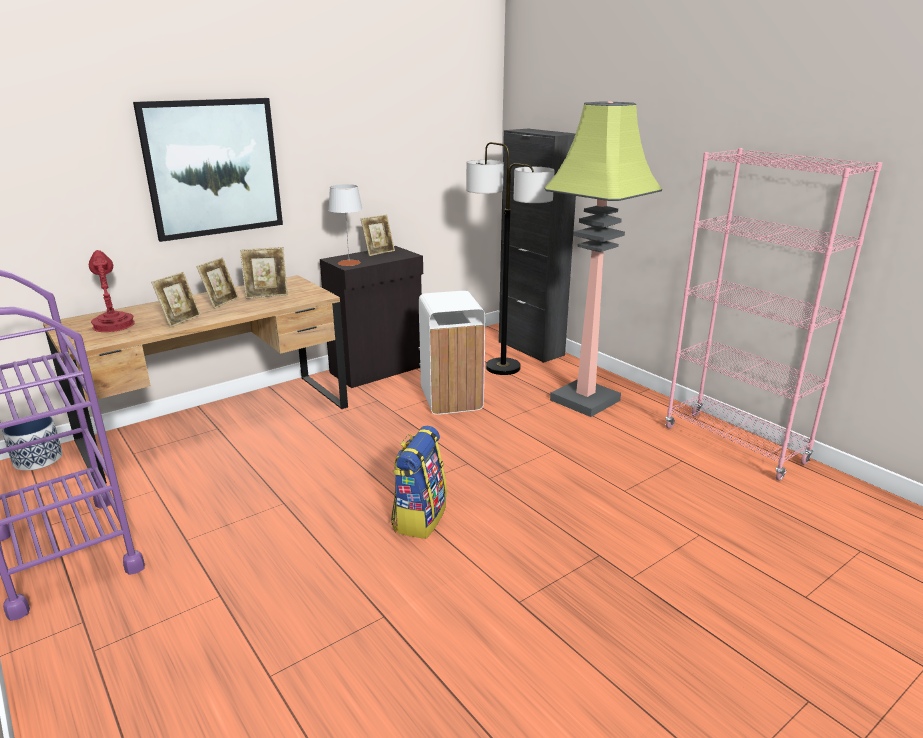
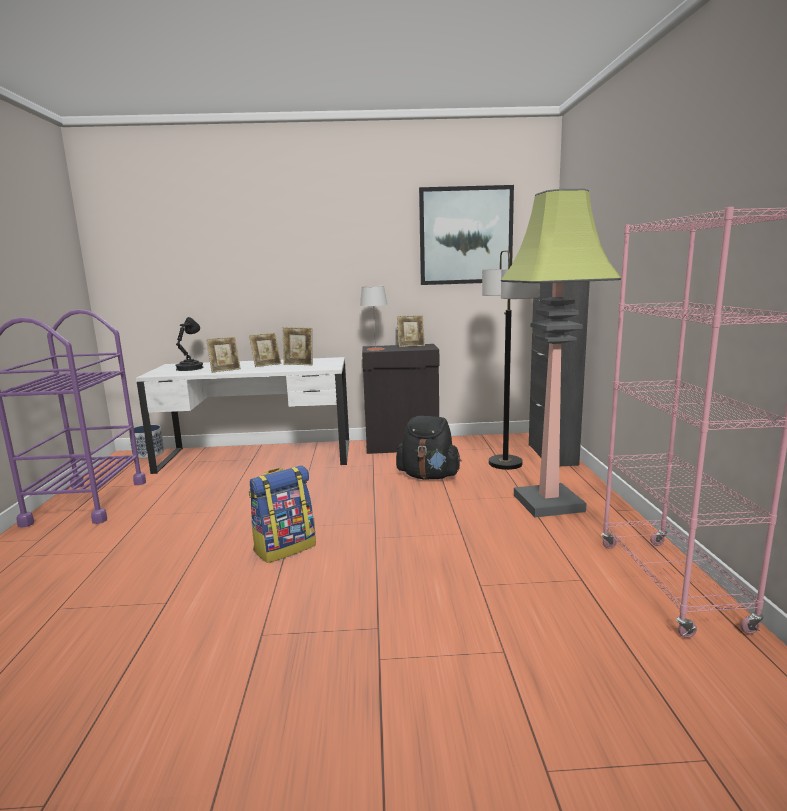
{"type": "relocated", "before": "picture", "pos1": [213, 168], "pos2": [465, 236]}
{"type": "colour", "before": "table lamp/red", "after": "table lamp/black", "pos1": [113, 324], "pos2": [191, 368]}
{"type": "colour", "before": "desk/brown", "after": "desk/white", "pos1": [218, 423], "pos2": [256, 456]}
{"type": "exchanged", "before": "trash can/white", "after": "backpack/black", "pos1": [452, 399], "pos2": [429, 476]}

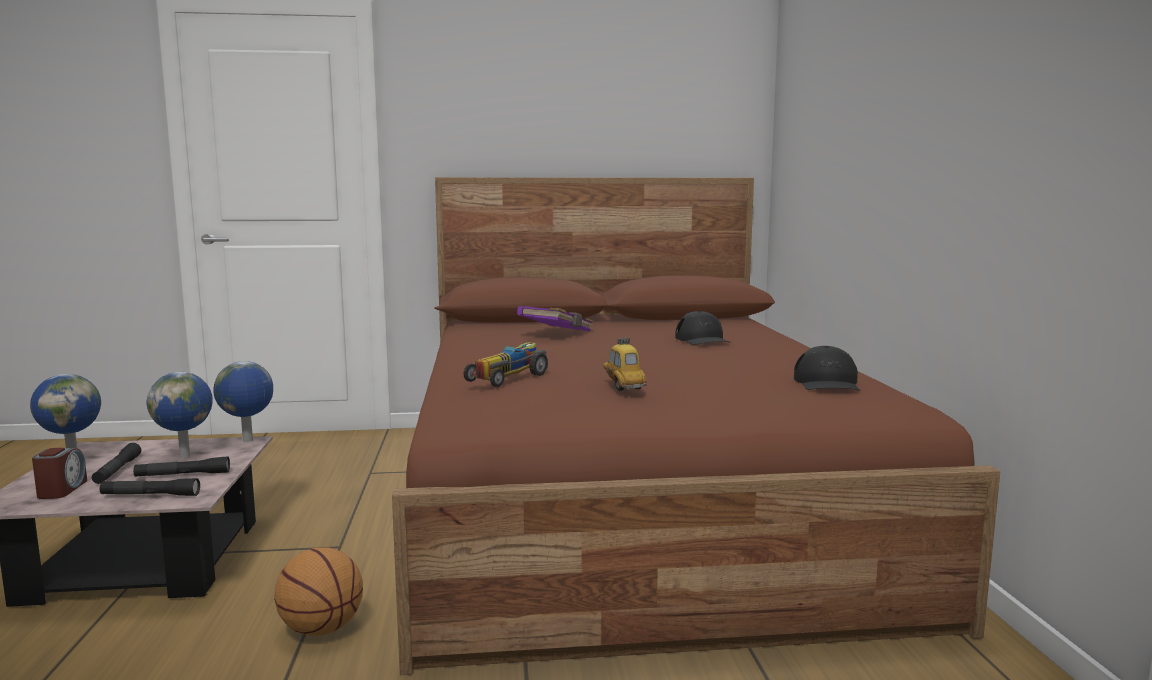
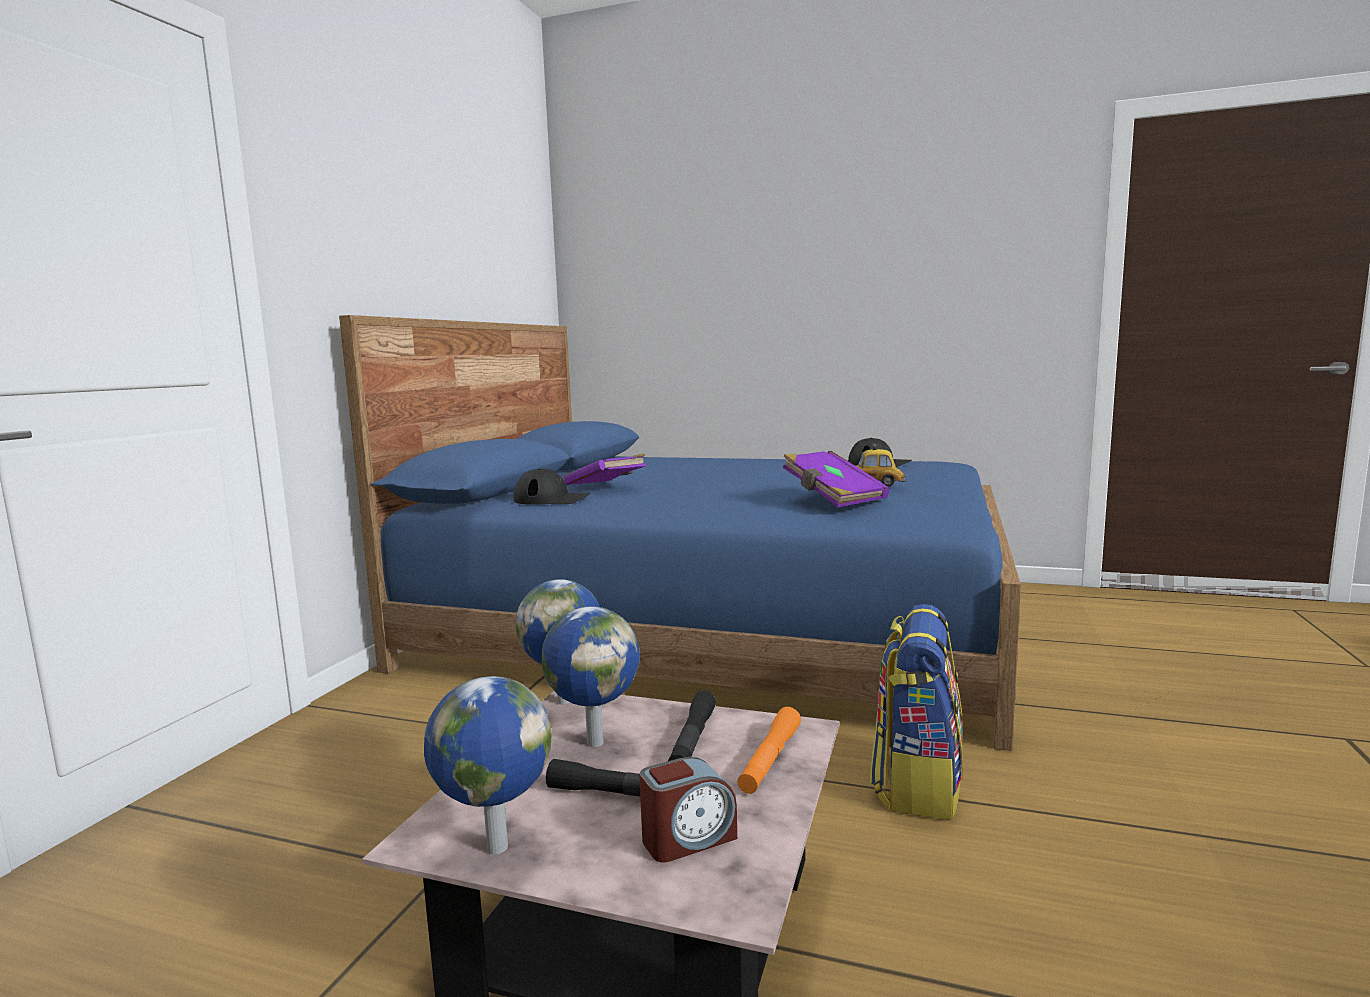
{"type": "colour", "before": "bed/brown", "after": "bed/blue", "pos1": [633, 501], "pos2": [717, 623]}
{"type": "relocated", "before": "cap/black", "pos1": [702, 340], "pos2": [552, 499]}
{"type": "exchanged", "before": "toy car", "after": "book/purple", "pos1": [509, 377], "pos2": [832, 497]}
{"type": "spun", "before": "alarm clock", "pos1": [62, 490], "pos2": [688, 839], "turn": 135}
{"type": "colour", "before": "flashlight/black", "after": "flashlight/orange", "pos1": [150, 495], "pos2": [770, 760]}
{"type": "exchanged", "before": "basketball", "after": "backpack", "pos1": [322, 629], "pos2": [916, 783]}

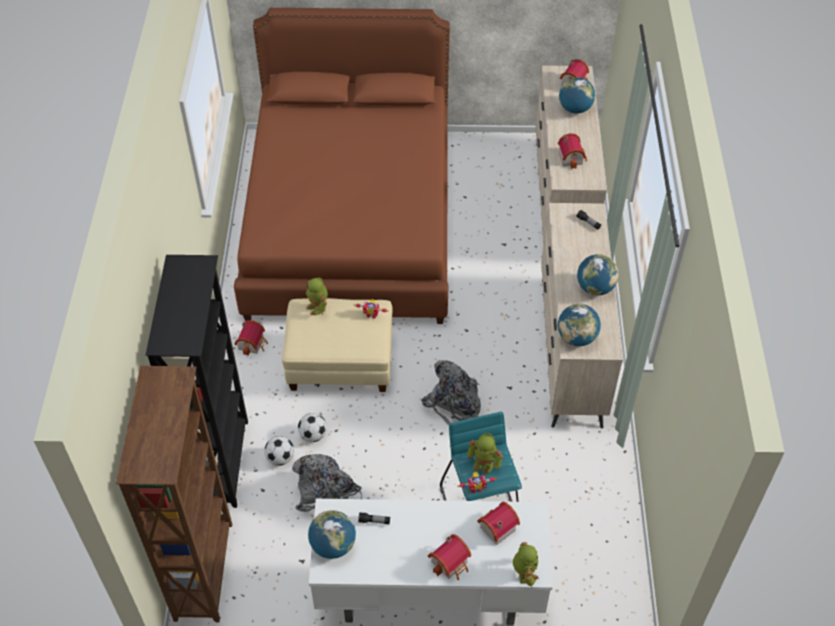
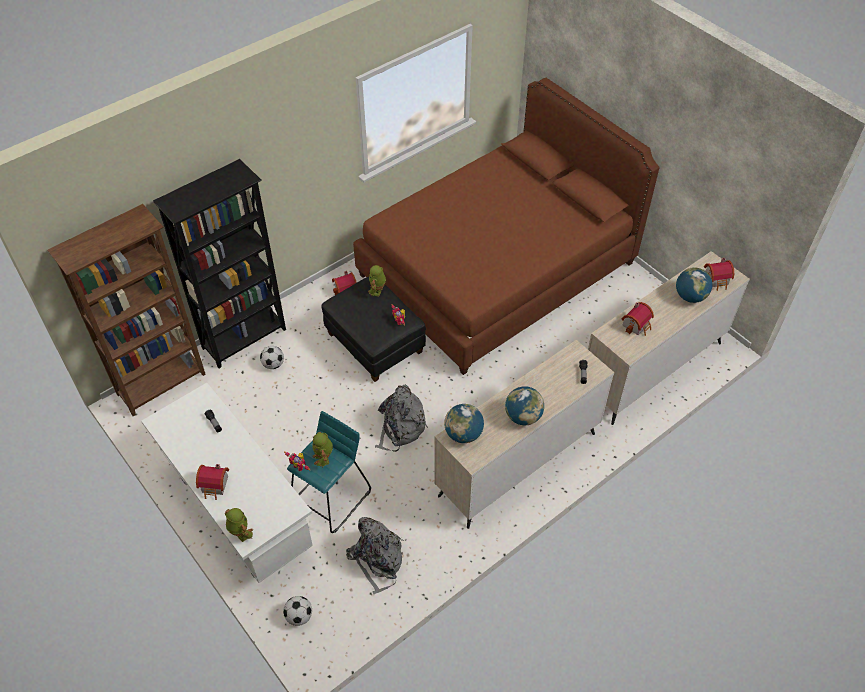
{"type": "colour", "before": "ottoman/beige", "after": "ottoman/black", "pos1": [341, 363], "pos2": [375, 344]}
{"type": "relocated", "before": "football", "pos1": [313, 435], "pos2": [299, 616]}
{"type": "relocated", "before": "backpack/grey", "pos1": [327, 493], "pos2": [377, 560]}
{"type": "missing", "before": "toy house", "pos1": [495, 528]}
{"type": "missing", "before": "globe", "pos1": [333, 545]}
{"type": "spun", "before": "toy robot", "pos1": [524, 573], "pos2": [240, 533], "turn": -90}

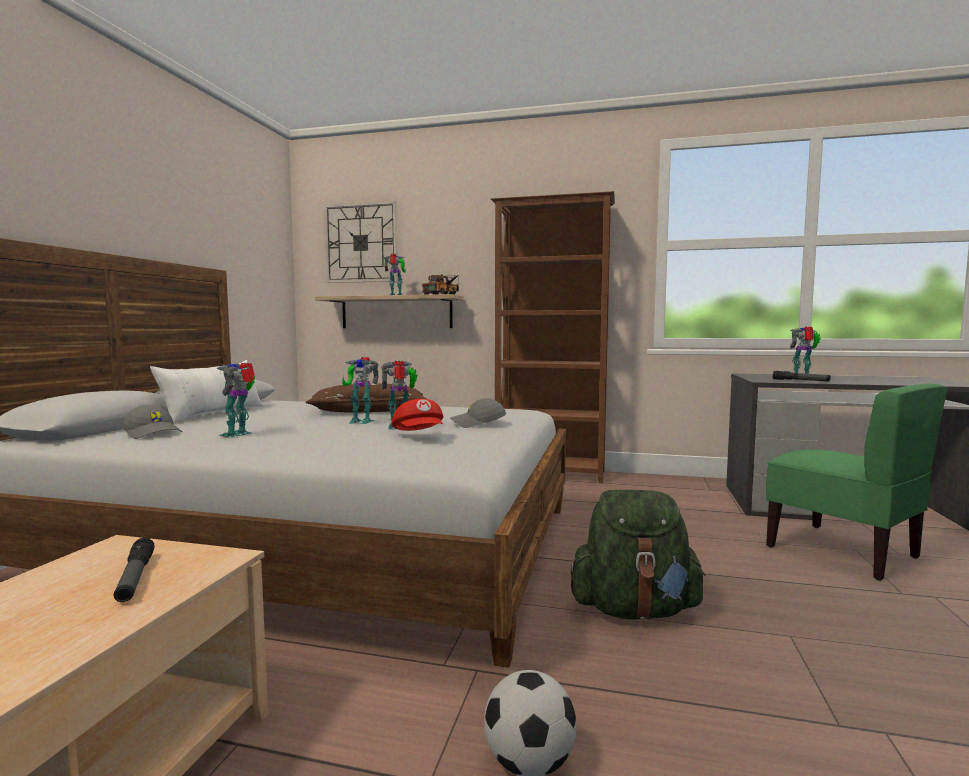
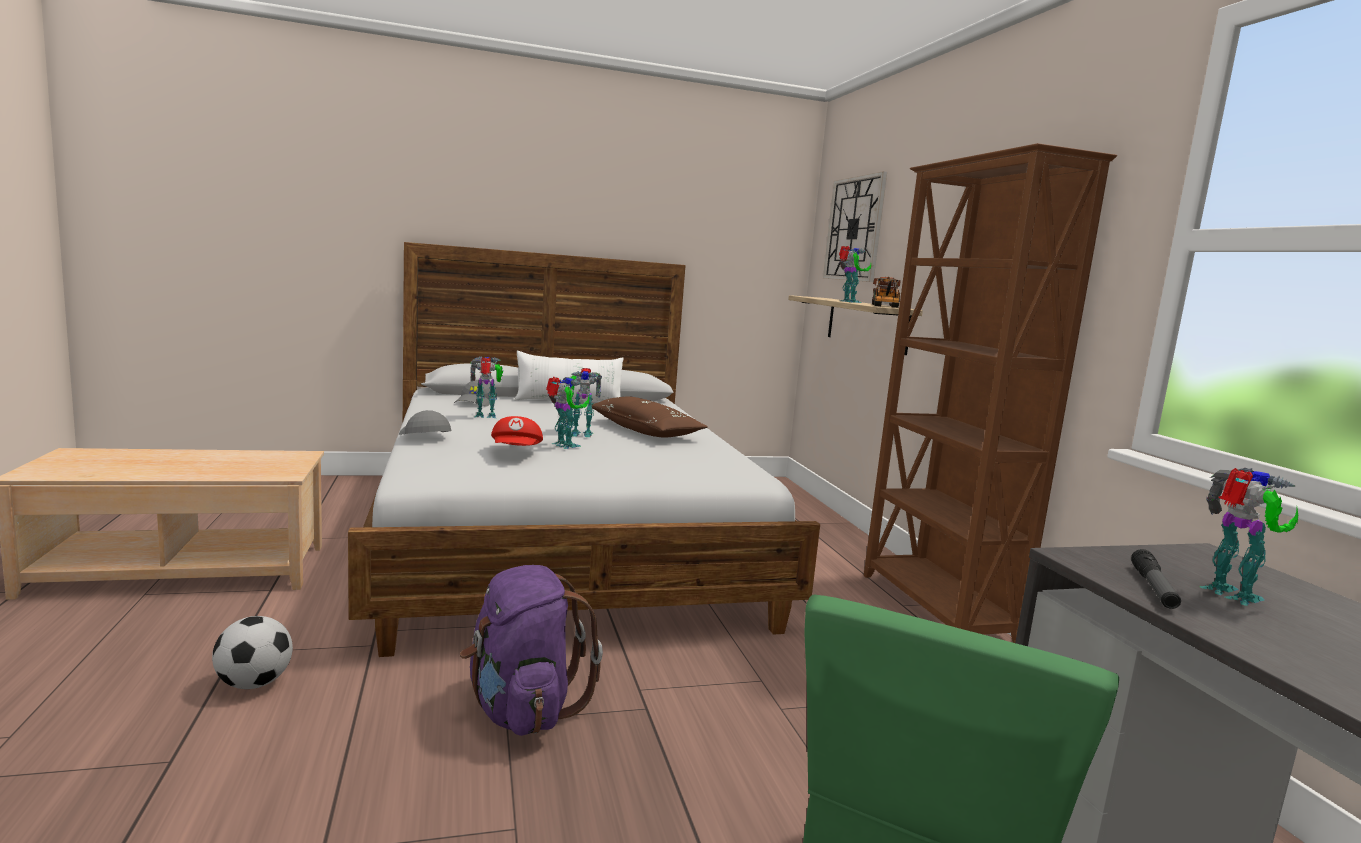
{"type": "spun", "before": "toy robot", "pos1": [360, 421], "pos2": [580, 433], "turn": -75}
{"type": "relocated", "before": "cap/grey", "pos1": [478, 424], "pos2": [424, 436]}
{"type": "spun", "before": "cap/red", "pos1": [420, 435], "pos2": [517, 452], "turn": -45}
{"type": "colour", "before": "backpack/green", "after": "backpack/purple", "pos1": [634, 610], "pos2": [522, 710]}
{"type": "missing", "before": "flashlight", "pos1": [135, 578]}

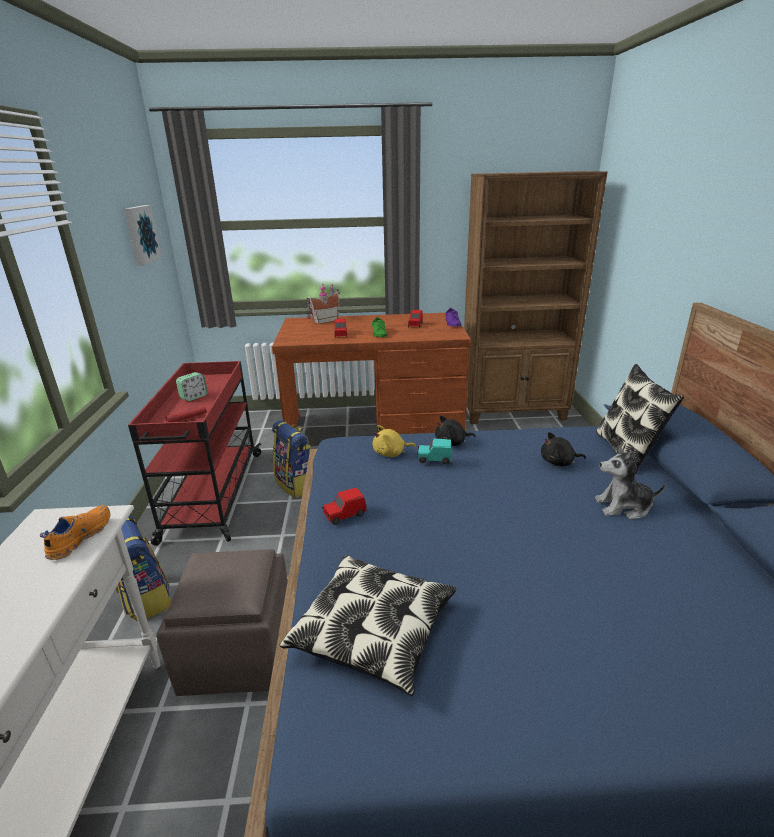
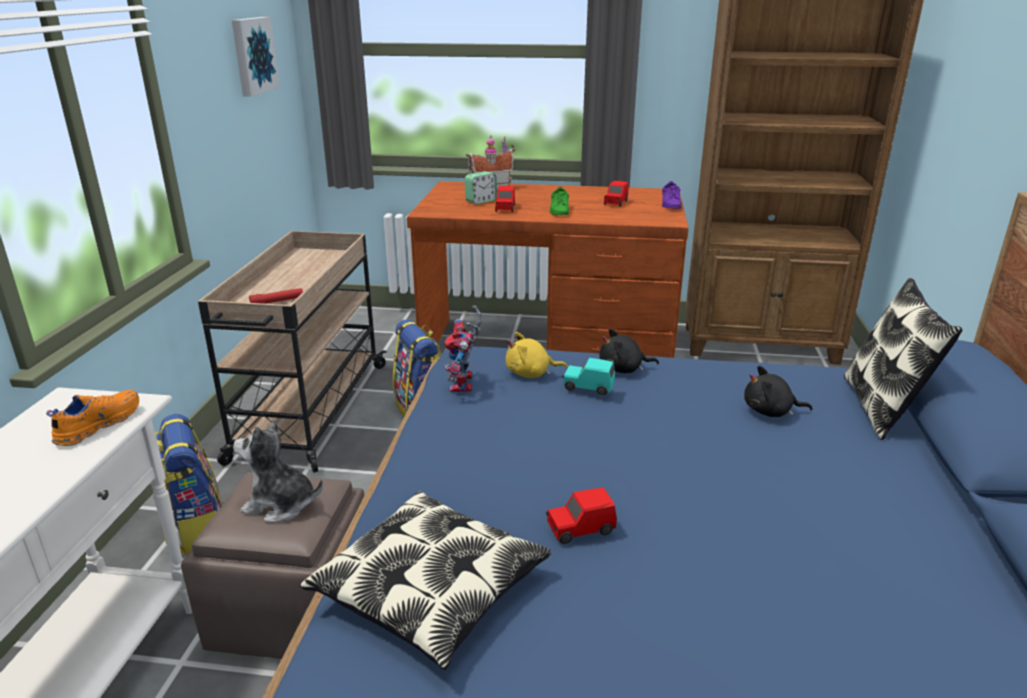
{"type": "colour", "before": "cart/red", "after": "cart/beige", "pos1": [213, 495], "pos2": [310, 412]}
{"type": "relocated", "before": "alarm clock", "pos1": [194, 397], "pos2": [481, 201]}
{"type": "relocated", "before": "plush toy", "pos1": [623, 507], "pos2": [280, 505]}
{"type": "relocated", "before": "toy car/red", "pos1": [344, 515], "pos2": [580, 529]}
{"type": "appeared", "after": "toy robot", "pos2": [464, 385]}

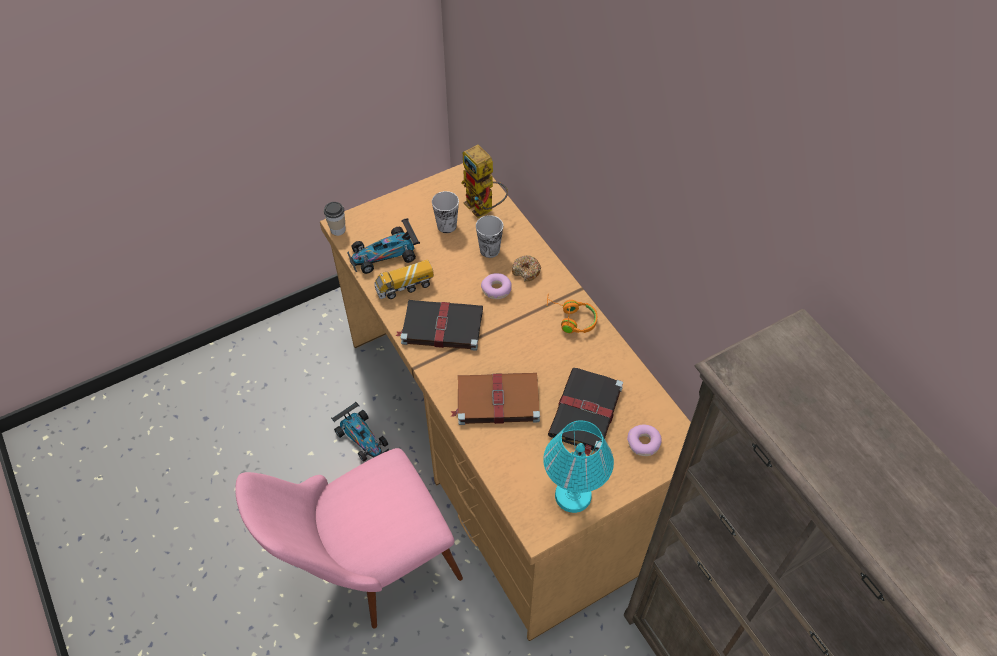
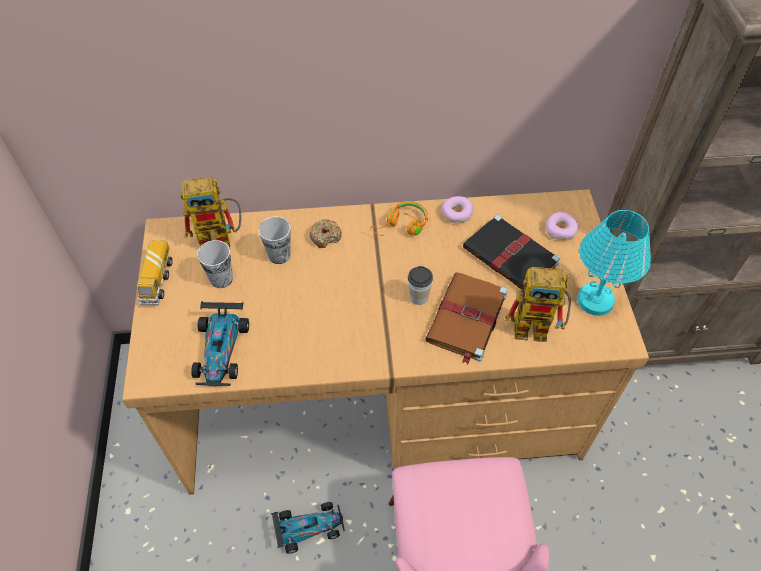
{"type": "relocated", "before": "cup", "pos1": [338, 229], "pos2": [418, 297]}
{"type": "relocated", "before": "toy truck", "pos1": [405, 287], "pos2": [157, 281]}
{"type": "relocated", "before": "donut", "pos1": [496, 289], "pos2": [457, 213]}
{"type": "missing", "before": "book/black", "pos1": [440, 326]}
{"type": "appeared", "after": "toy robot", "pos2": [538, 328]}

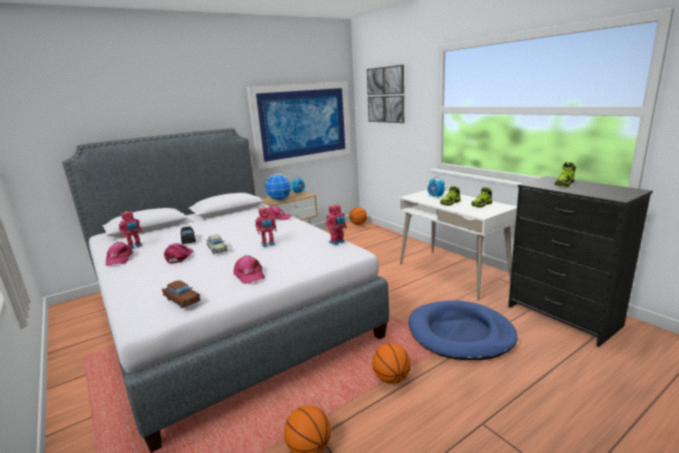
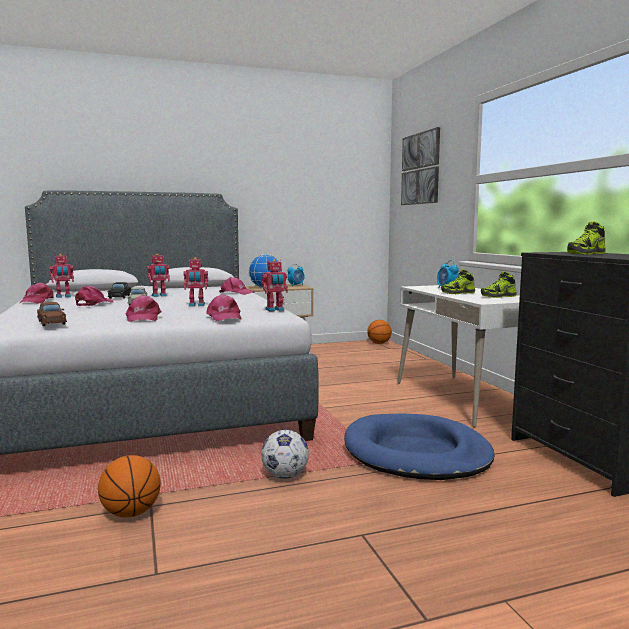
{"type": "missing", "before": "picture", "pos1": [302, 123]}
{"type": "exchanged", "before": "basketball", "after": "football", "pos1": [391, 378], "pos2": [285, 476]}
{"type": "appeared", "after": "toy robot", "pos2": [159, 296]}
{"type": "appeared", "after": "cap/pink", "pos2": [224, 317]}

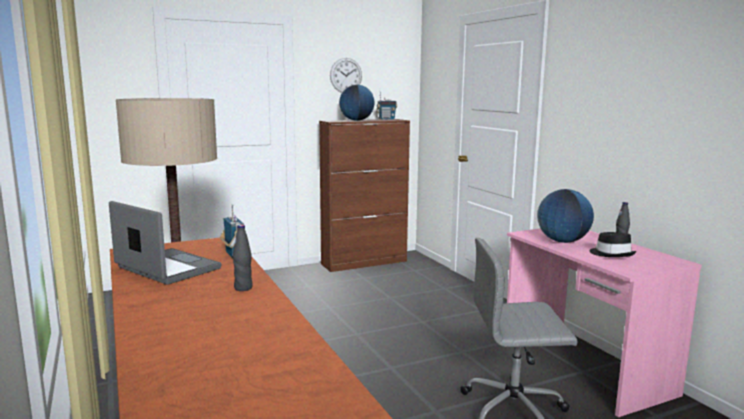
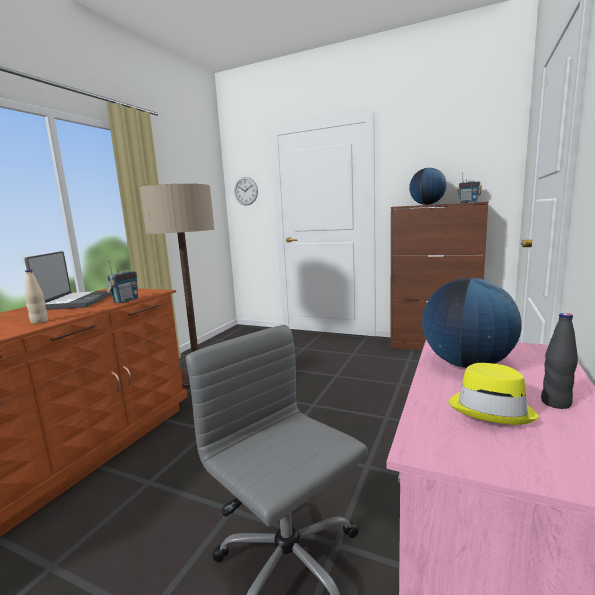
{"type": "relocated", "before": "wall clock", "pos1": [346, 75], "pos2": [246, 191]}
{"type": "colour", "before": "bottle/black", "after": "bottle/beige", "pos1": [243, 288], "pos2": [39, 321]}
{"type": "colour", "before": "hat/black", "after": "hat/yellow", "pos1": [612, 254], "pos2": [491, 408]}

